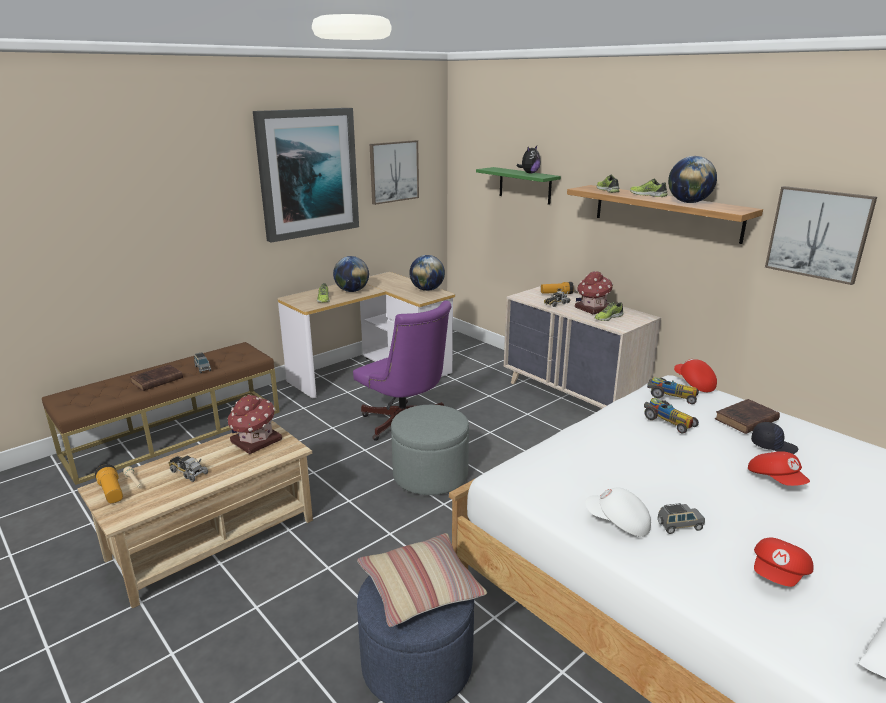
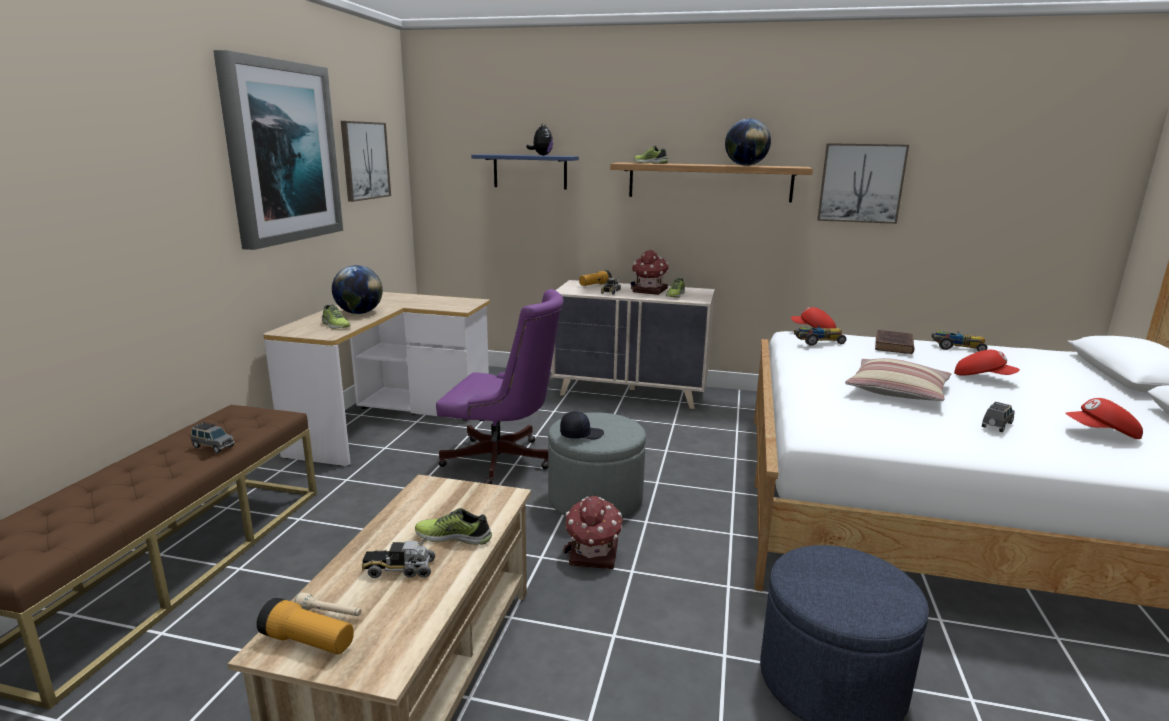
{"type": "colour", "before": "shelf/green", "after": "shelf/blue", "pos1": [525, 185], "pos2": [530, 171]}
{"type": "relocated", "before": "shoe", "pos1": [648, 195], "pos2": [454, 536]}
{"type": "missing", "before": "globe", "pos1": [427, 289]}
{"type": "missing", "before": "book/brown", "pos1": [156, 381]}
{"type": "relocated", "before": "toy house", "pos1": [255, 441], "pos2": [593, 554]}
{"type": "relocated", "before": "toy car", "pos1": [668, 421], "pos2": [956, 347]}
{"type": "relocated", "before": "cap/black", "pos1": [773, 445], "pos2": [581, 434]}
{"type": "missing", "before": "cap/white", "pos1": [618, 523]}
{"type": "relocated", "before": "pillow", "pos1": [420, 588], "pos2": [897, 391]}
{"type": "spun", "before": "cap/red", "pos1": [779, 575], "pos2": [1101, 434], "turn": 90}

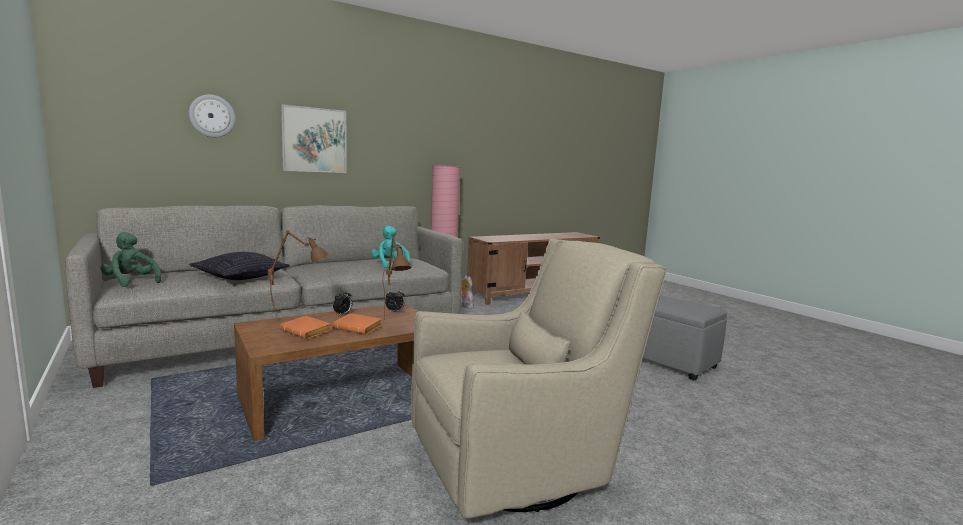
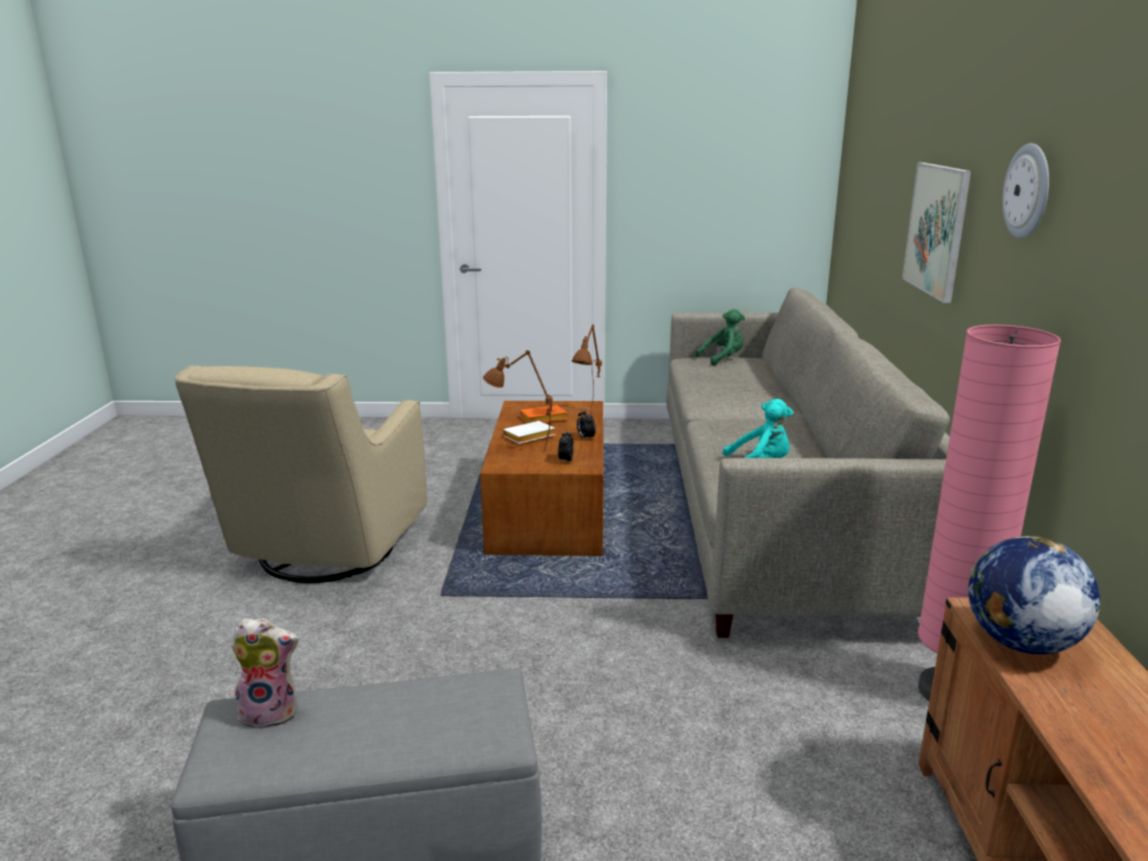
{"type": "relocated", "before": "wall clock", "pos1": [212, 116], "pos2": [1028, 191]}
{"type": "missing", "before": "pillow", "pos1": [241, 277]}
{"type": "relocated", "before": "plush toy", "pos1": [465, 306], "pos2": [272, 712]}
{"type": "colour", "before": "book/orange", "after": "book/white", "pos1": [359, 328], "pos2": [528, 437]}
{"type": "appeared", "after": "globe", "pos2": [1020, 643]}

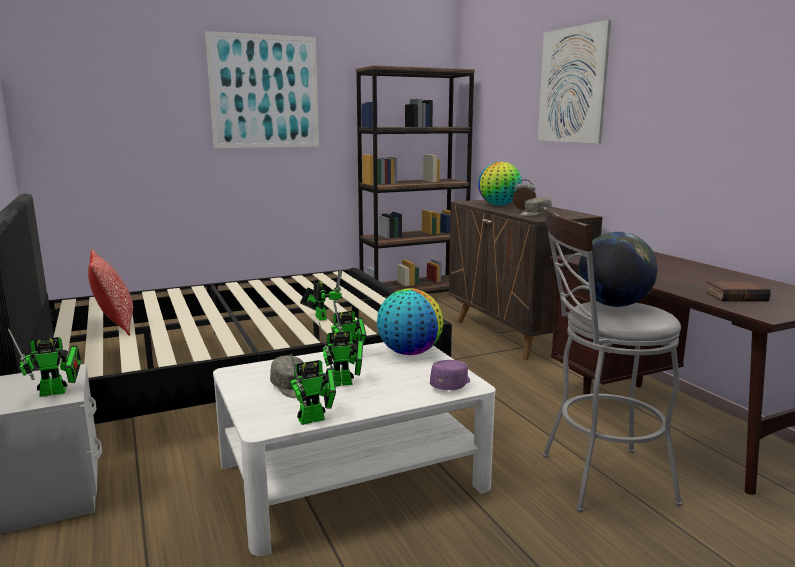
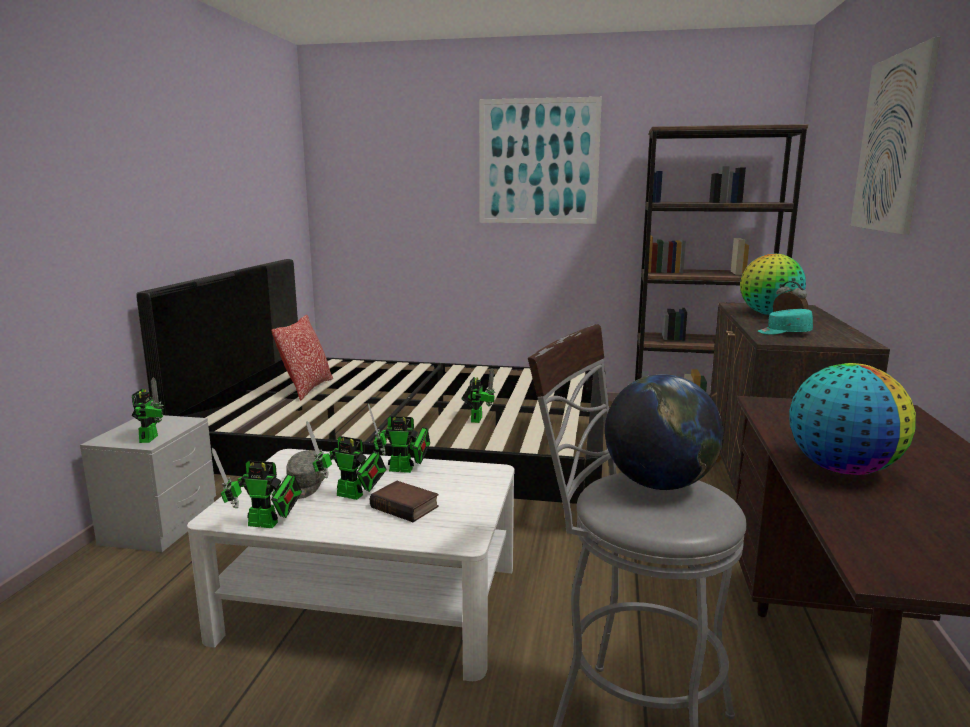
{"type": "colour", "before": "cap/grey", "after": "cap/turquoise", "pos1": [535, 214], "pos2": [784, 333]}
{"type": "relocated", "before": "book", "pos1": [736, 296], "pos2": [406, 506]}
{"type": "relocated", "before": "globe", "pos1": [409, 352], "pos2": [842, 470]}
{"type": "spun", "before": "toy robot", "pos1": [57, 392], "pos2": [150, 437], "turn": -105}
{"type": "missing", "before": "cap/purple", "pos1": [451, 384]}

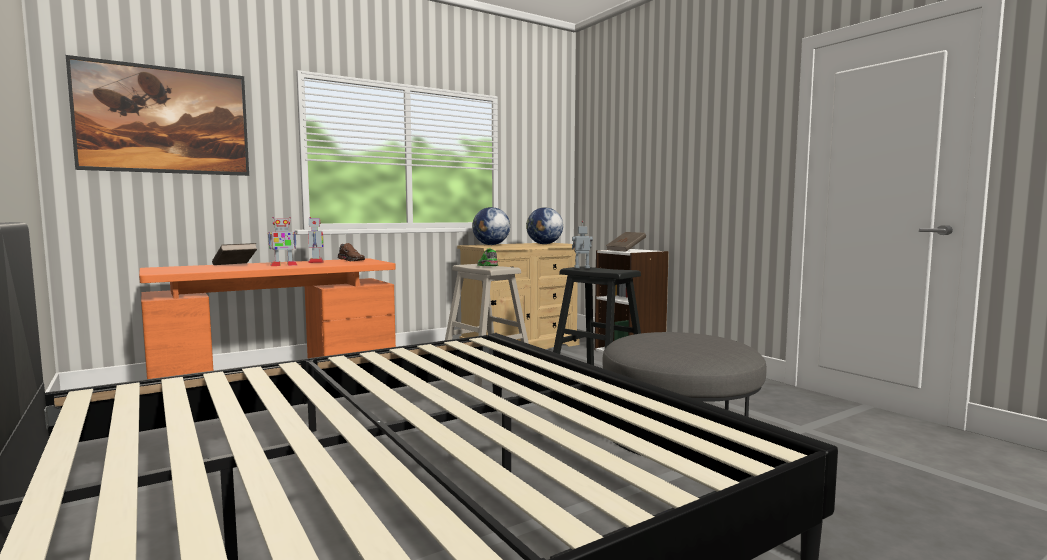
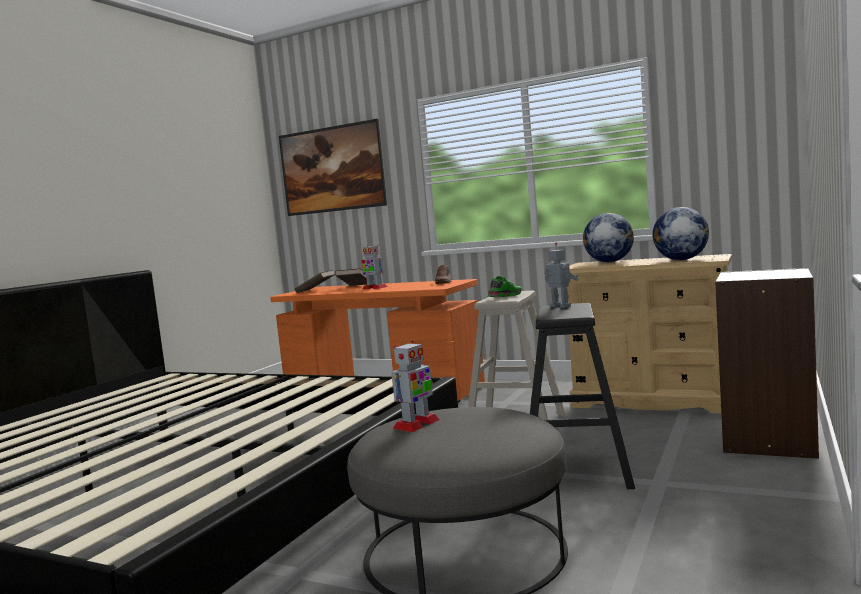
{"type": "relocated", "before": "toy robot", "pos1": [316, 262], "pos2": [416, 424]}
{"type": "relocated", "before": "book/brown", "pos1": [625, 250], "pos2": [316, 290]}

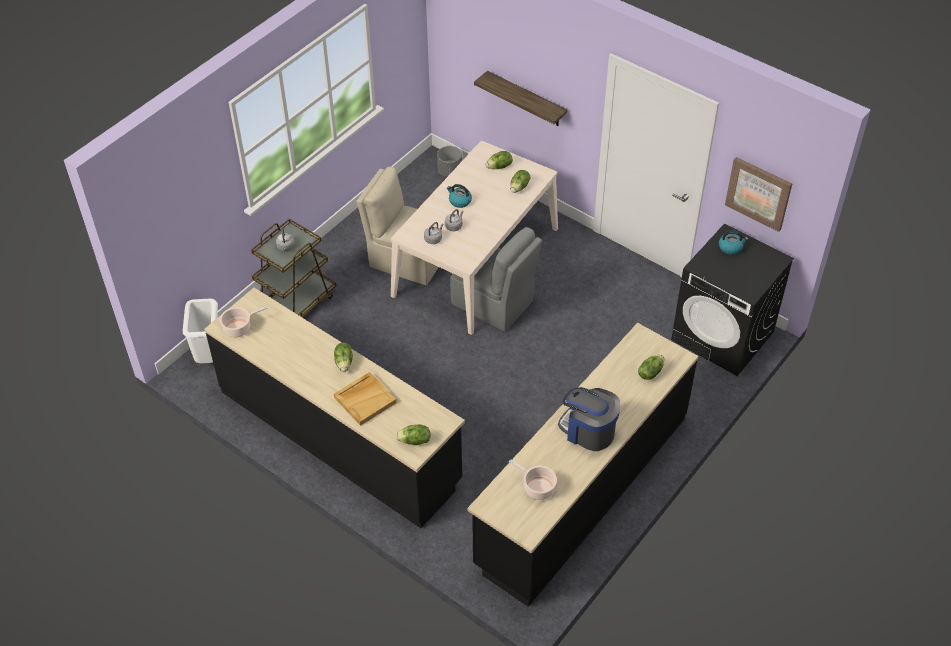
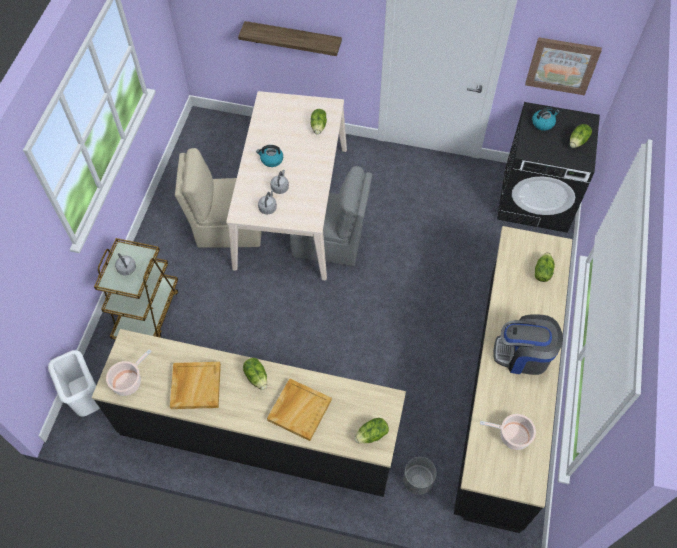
{"type": "relocated", "before": "planter/grey", "pos1": [449, 171], "pos2": [418, 480]}
{"type": "relocated", "before": "lettuce", "pos1": [499, 167], "pos2": [578, 141]}
{"type": "appeared", "after": "tray/beige", "pos2": [195, 386]}

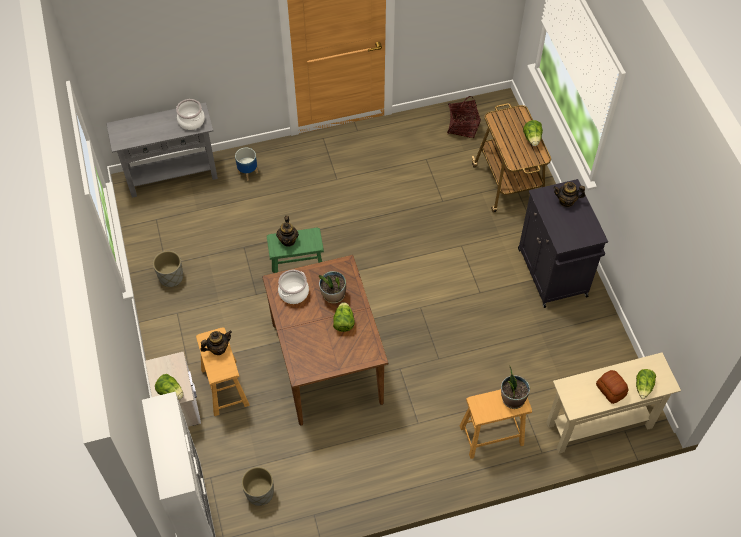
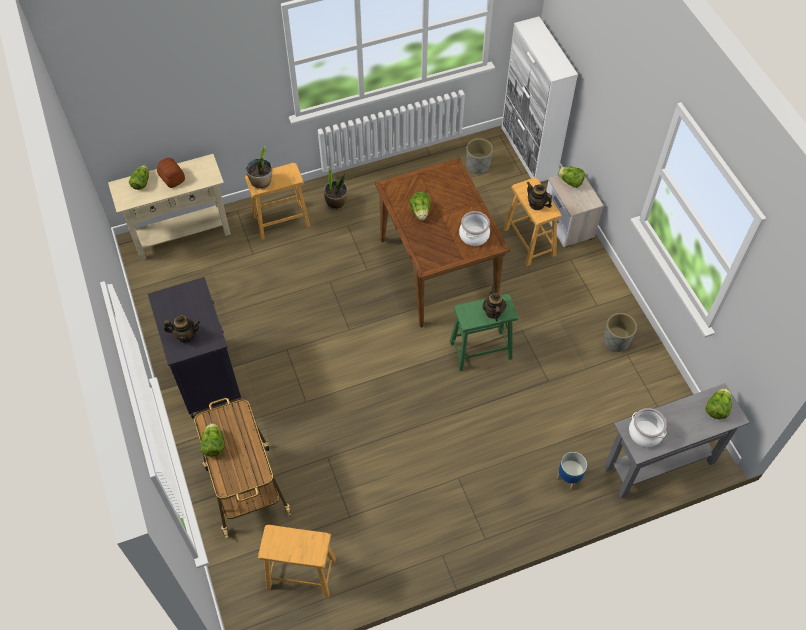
{"type": "exchanged", "before": "basket", "after": "stool/brown", "pos1": [462, 127], "pos2": [301, 573]}
{"type": "relocated", "before": "potted plant", "pos1": [333, 295], "pos2": [336, 203]}
{"type": "spun", "before": "teapot", "pos1": [218, 348], "pos2": [536, 204], "turn": 75}
{"type": "appeared", "after": "lettuce", "pos2": [716, 408]}

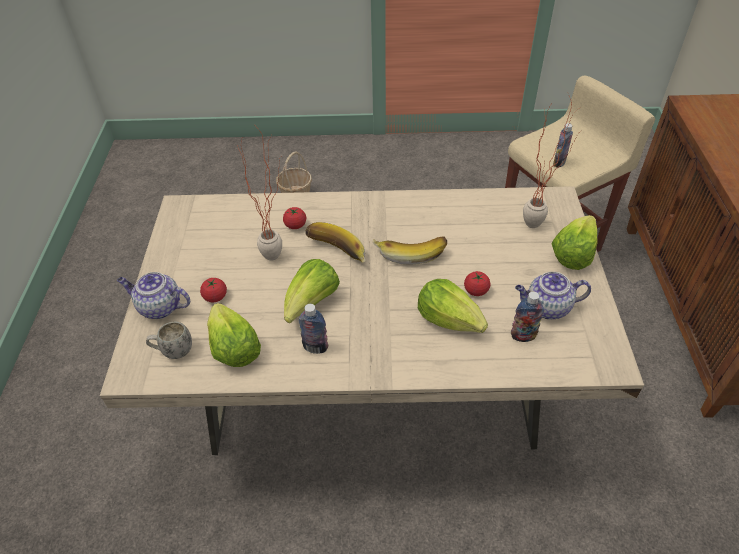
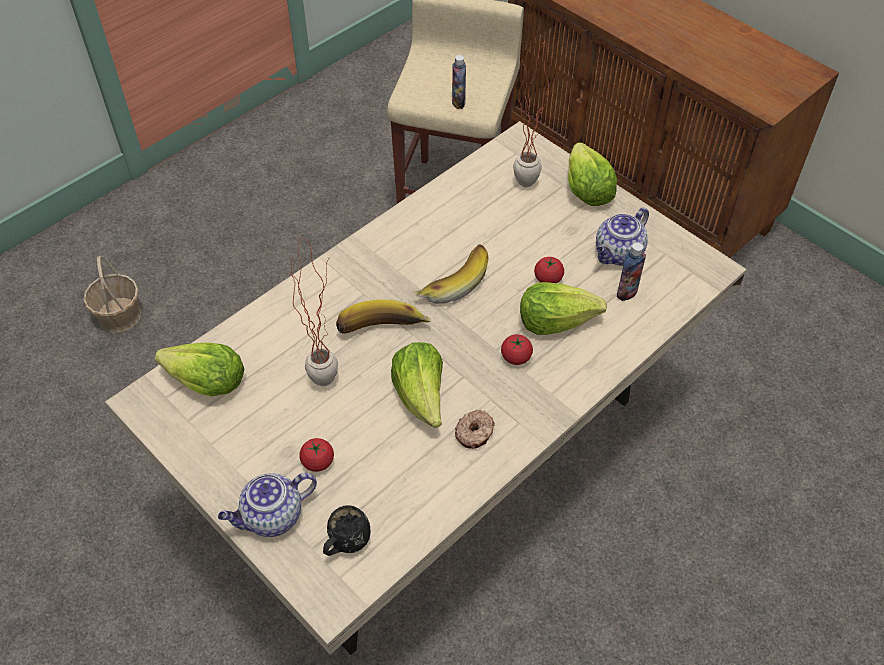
{"type": "relocated", "before": "tomato", "pos1": [295, 225], "pos2": [516, 357]}
{"type": "relocated", "before": "lettuce", "pos1": [233, 348], "pos2": [206, 382]}
{"type": "exchanged", "before": "bottle", "after": "donut", "pos1": [315, 347], "pos2": [475, 433]}
{"type": "colour", "before": "mug/white", "after": "mug/black", "pos1": [173, 351], "pos2": [346, 544]}

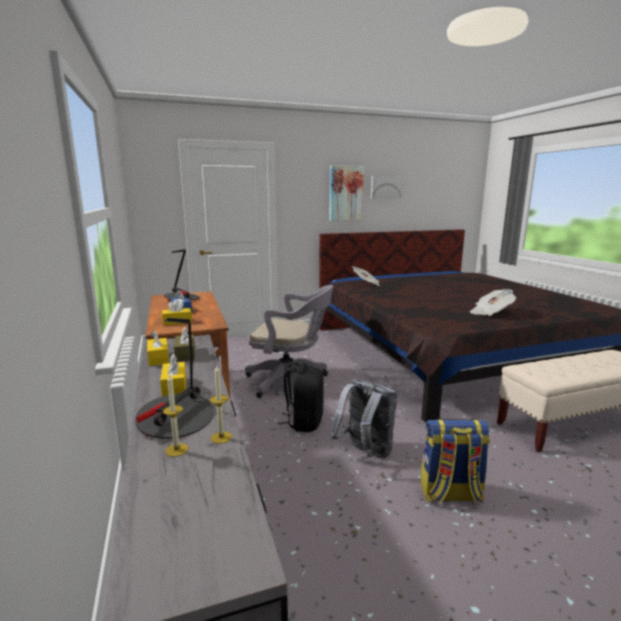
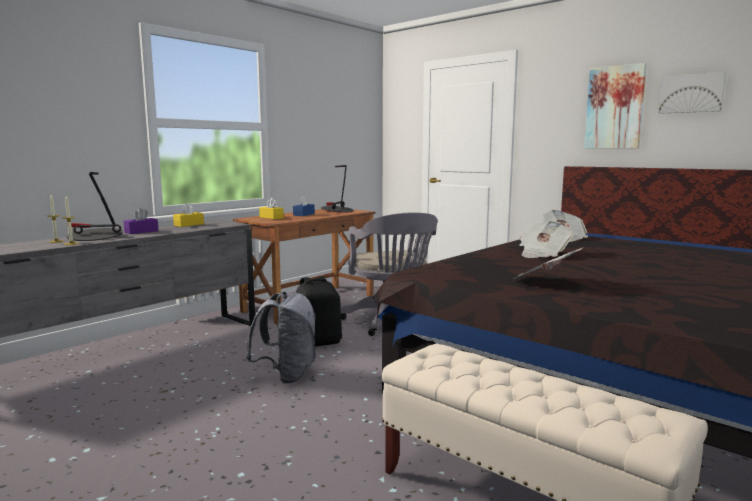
{"type": "missing", "before": "tissue box/brown", "pos1": [185, 354]}
{"type": "colour", "before": "tissue box/yellow", "after": "tissue box/purple", "pos1": [174, 386], "pos2": [141, 231]}
{"type": "missing", "before": "backpack", "pos1": [450, 494]}
{"type": "appeared", "after": "newspaper", "pos2": [542, 254]}

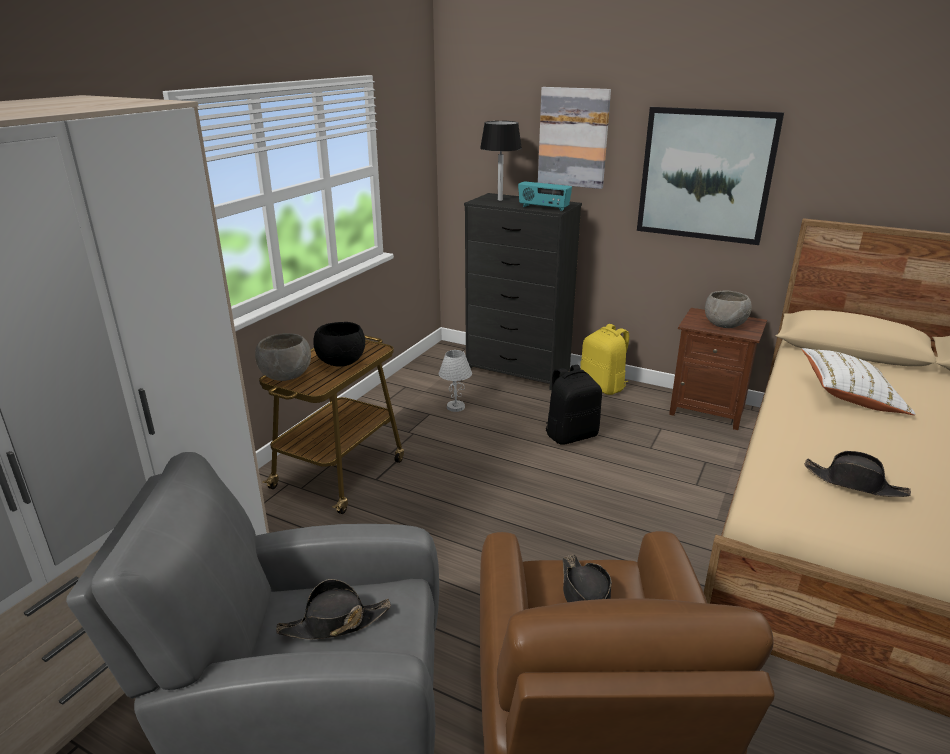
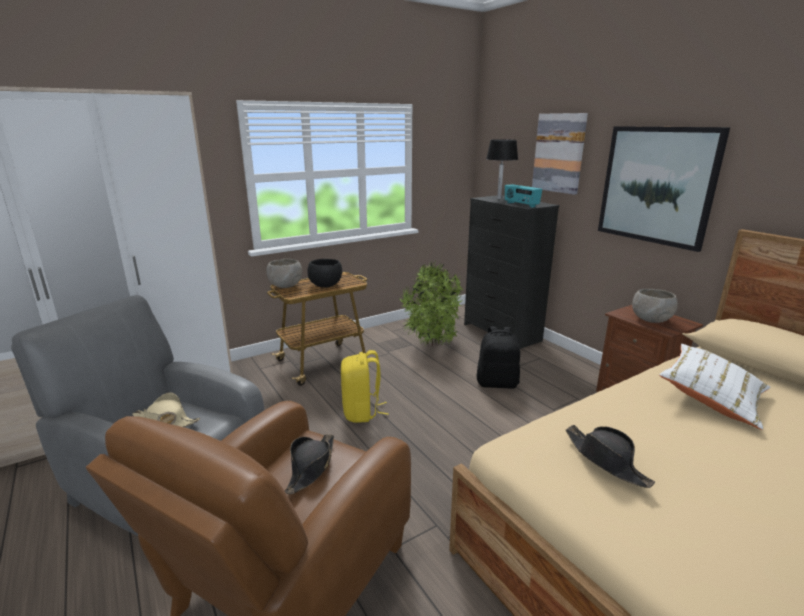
{"type": "relocated", "before": "backpack/yellow", "pos1": [603, 386], "pos2": [362, 412]}
{"type": "exchanged", "before": "table lamp/white", "after": "potted plant", "pos1": [456, 407], "pos2": [433, 344]}
{"type": "colour", "before": "hat/black", "after": "hat/beige", "pos1": [334, 623], "pos2": [166, 421]}

